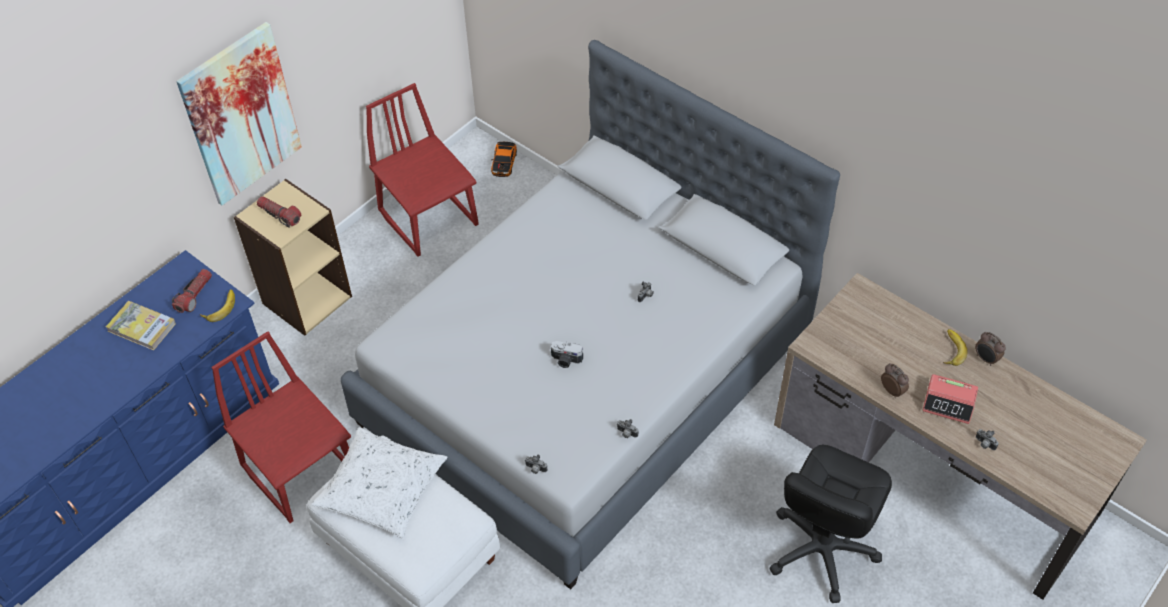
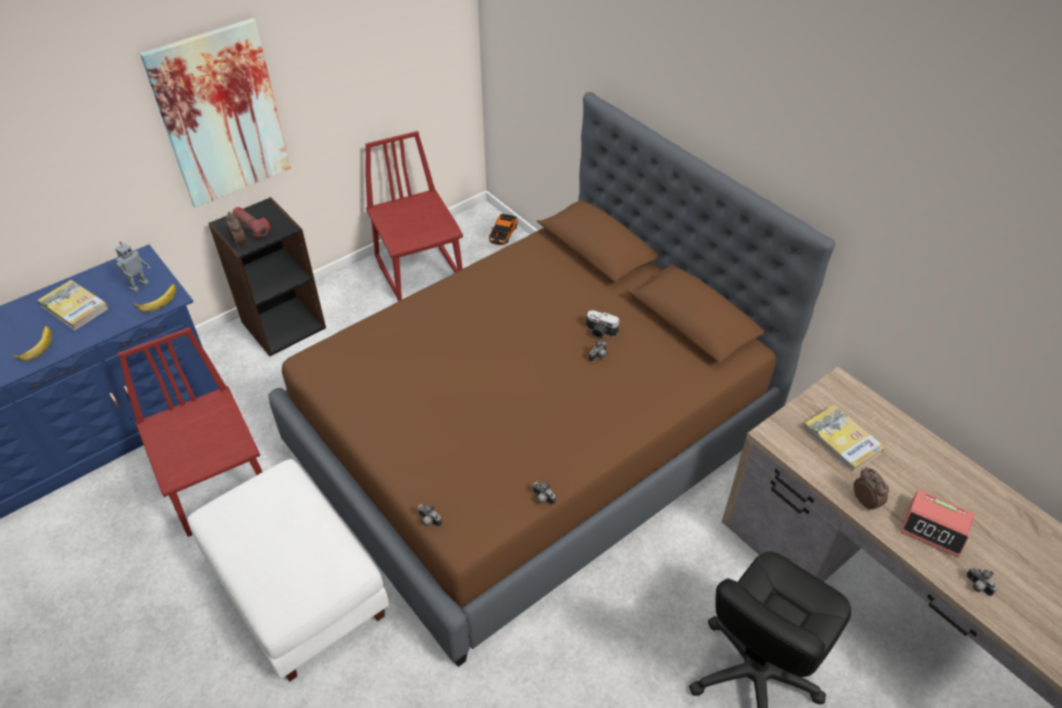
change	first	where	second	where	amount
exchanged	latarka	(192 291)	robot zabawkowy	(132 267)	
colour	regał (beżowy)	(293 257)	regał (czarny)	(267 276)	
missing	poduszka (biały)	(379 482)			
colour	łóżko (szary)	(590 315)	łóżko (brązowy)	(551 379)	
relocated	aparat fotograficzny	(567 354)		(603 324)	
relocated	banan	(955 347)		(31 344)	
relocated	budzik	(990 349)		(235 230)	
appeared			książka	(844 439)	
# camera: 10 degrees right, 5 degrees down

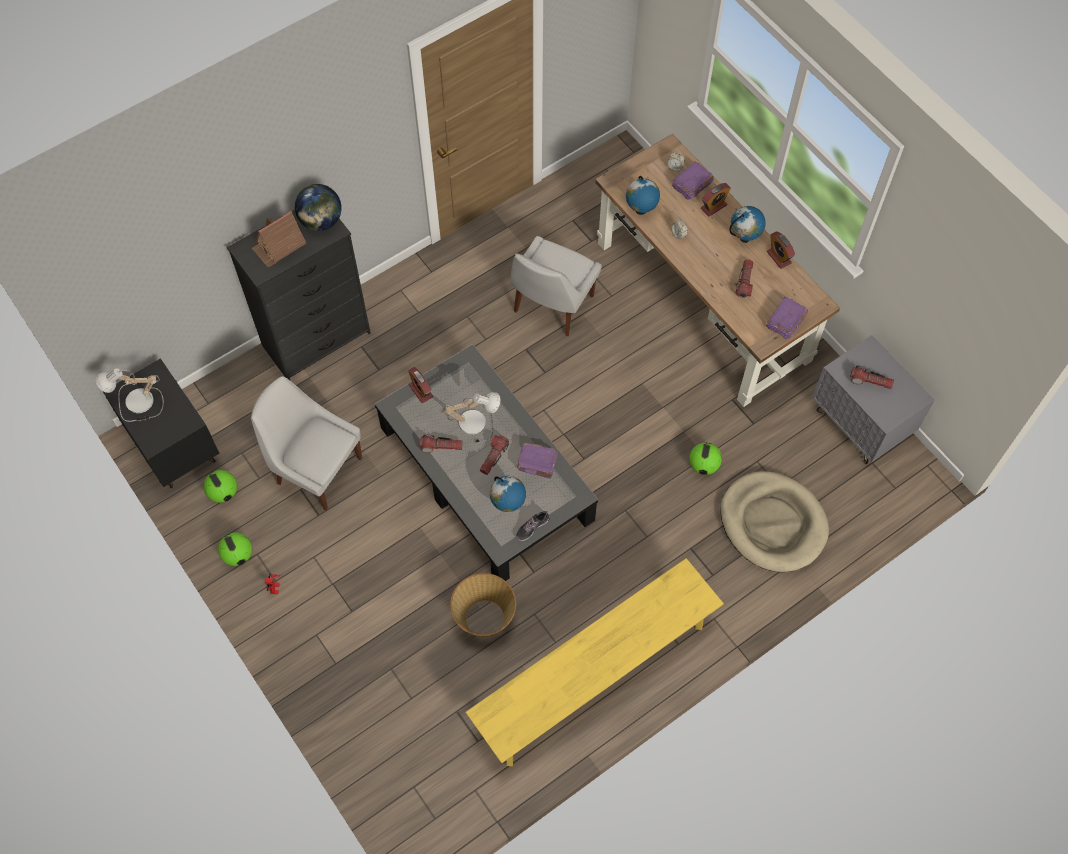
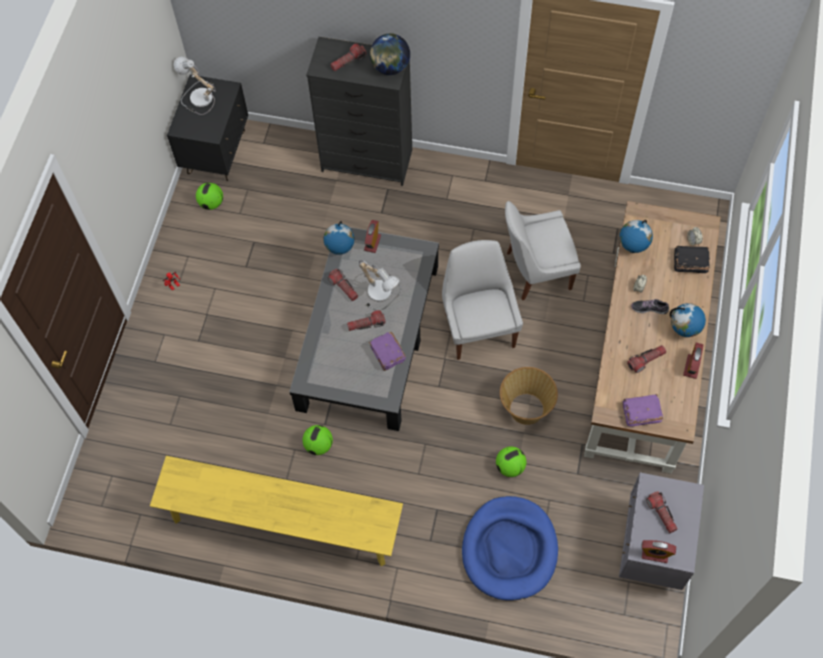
change	first	where	second	where	amount
relocated	piłka futbolowa	(235 549)		(317 440)	
relocated	krzesło (biały)	(306 443)		(482 300)	
exchanged	domek	(279 239)	latarka	(348 57)	
relocated	koszyk	(483 605)		(529 396)	
relocated	globus	(508 494)		(338 238)	
relocated	but	(533 525)		(650 306)	
colour	książka (fioletowy)	(693 180)	książka (czarny)	(691 259)	
relocated	budzik	(716 200)		(658 551)	
colour	legowisko (beżowy)	(774 521)	legowisko (niebieski)	(510 548)	
# camera: 50 degrees right, 0 degrees up

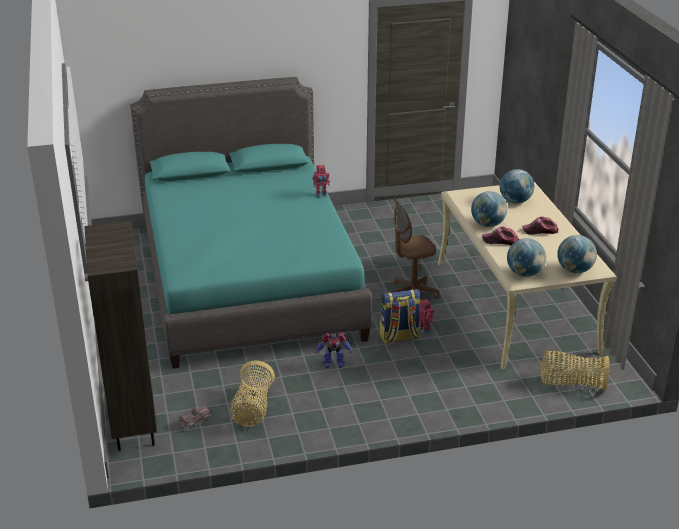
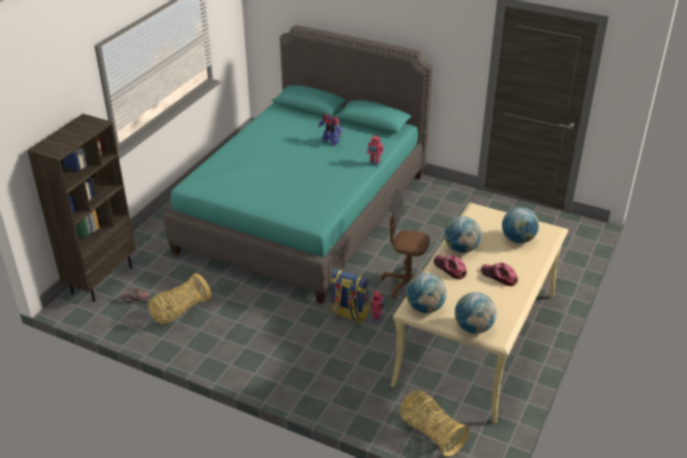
change	first	where	second	where	amount
relocated	robot zabawkowy	(333 350)		(330 130)	
# camera: 40 degrees right, 5 degrees up

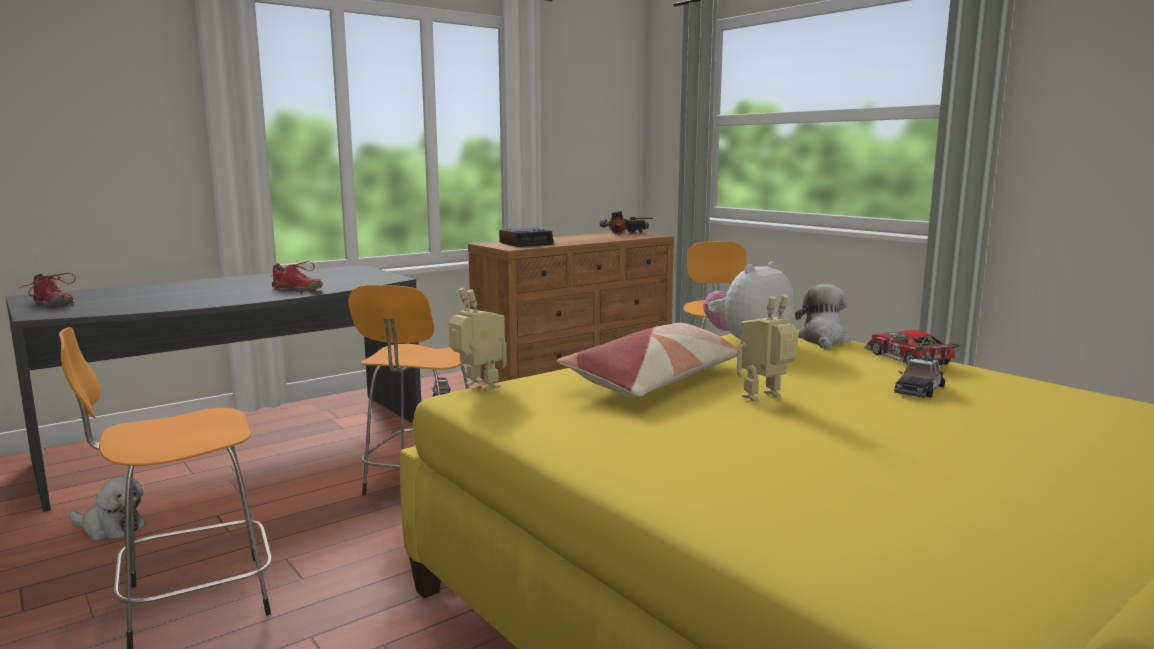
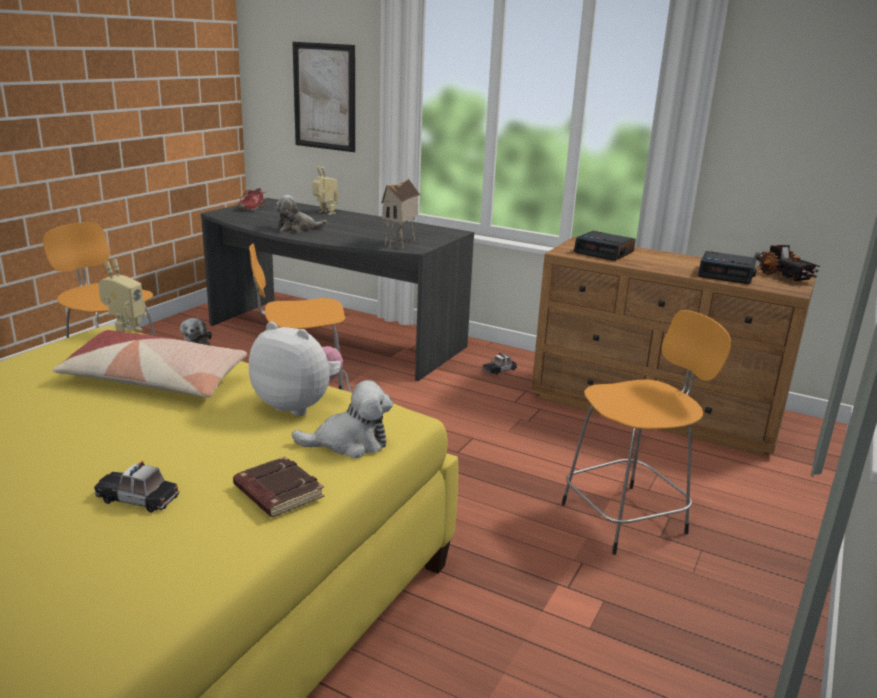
change	first	where	second	where	amount
missing	but (czerwony)	(296 276)			
relocated	robot zabawkowy	(767 348)		(325 190)	
exchanged	samochodzik	(911 347)	książka (brązowy)	(278 486)	
appeared			pluszak	(300 213)	
appeared			obraz	(324 97)	
appeared			domek	(400 213)	
appeared			budzik	(727 267)	
# camera: 65 degrees right, 10 degrees up

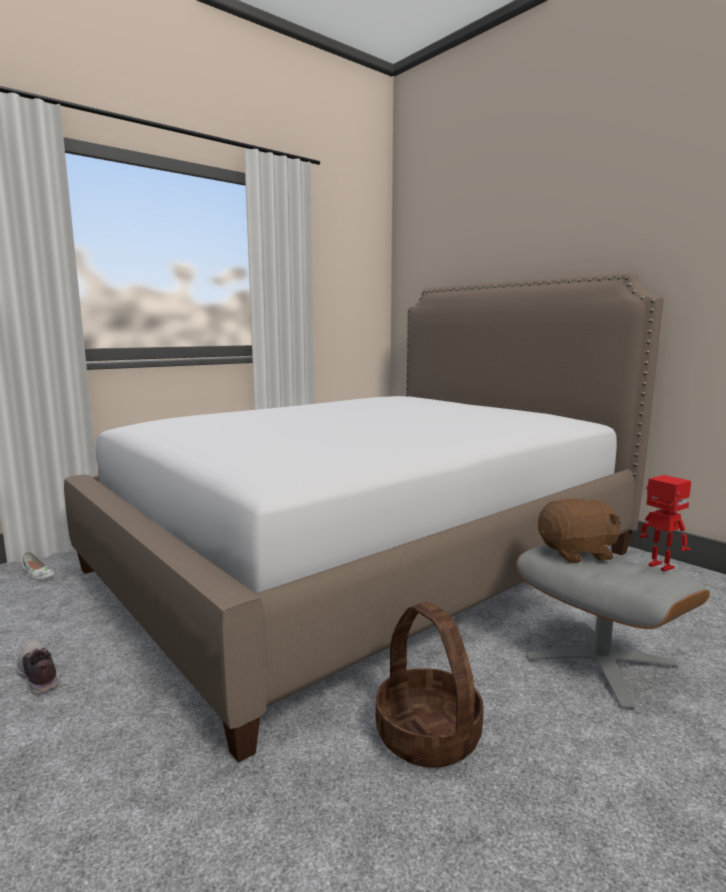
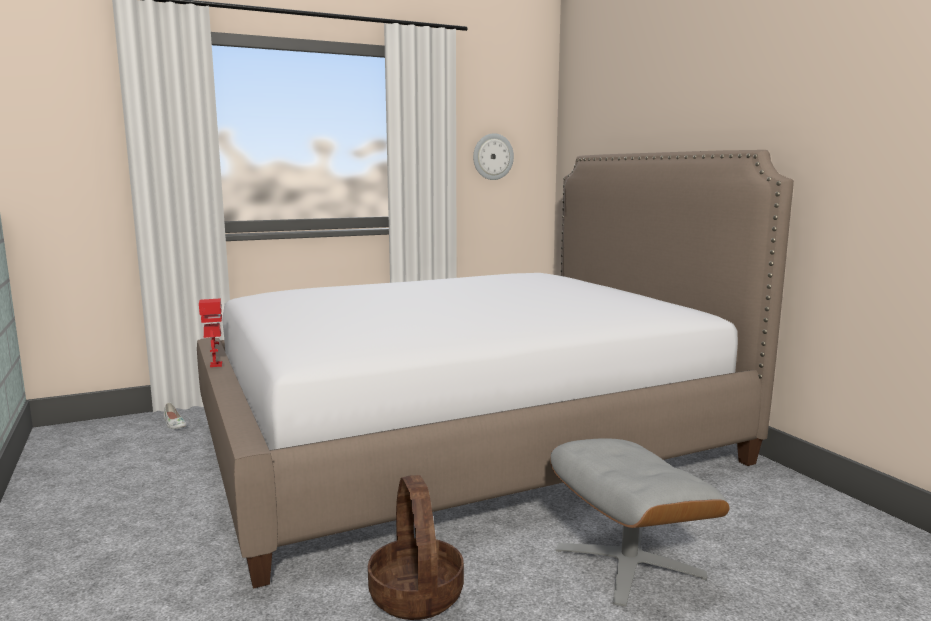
change	first	where	second	where	amount
missing	but	(37 667)			
missing	pluszak (brązowy)	(579 531)			
relocated	robot zabawkowy	(665 523)		(210 332)	
appeared			zegar ścienny	(493 156)	
# camera: 15 degrees right, 0 degrees up

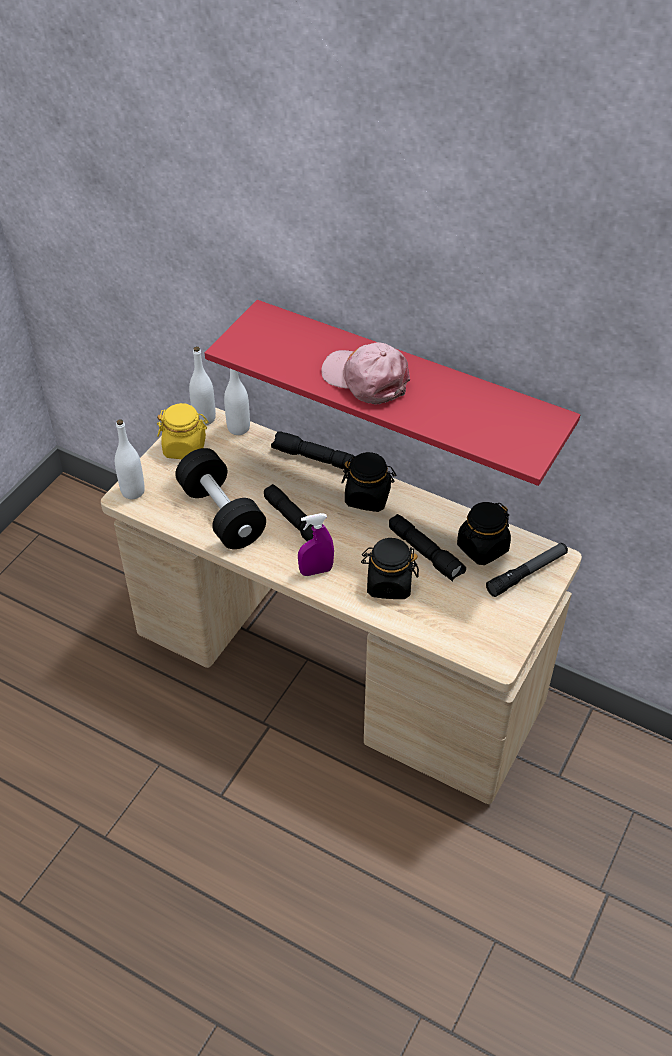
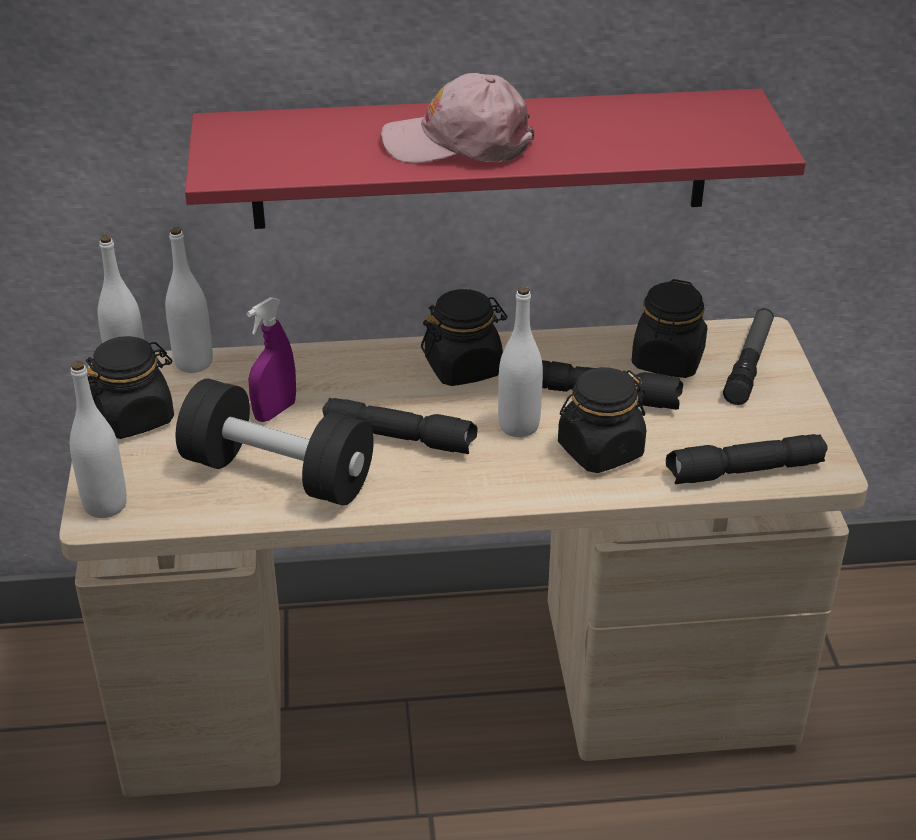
change	first	where	second	where	amount
colour	słoik (żółty)	(182 431)	słoik (czarny)	(130 387)	
relocated	latarka (czarny)	(313 450)		(747 459)	
relocated	spryskiwacz (fioletowy)	(316 544)		(271 359)	
appeared			butelka (biały)	(520 361)	
# camera: 35 degrees left, 10 degrees down

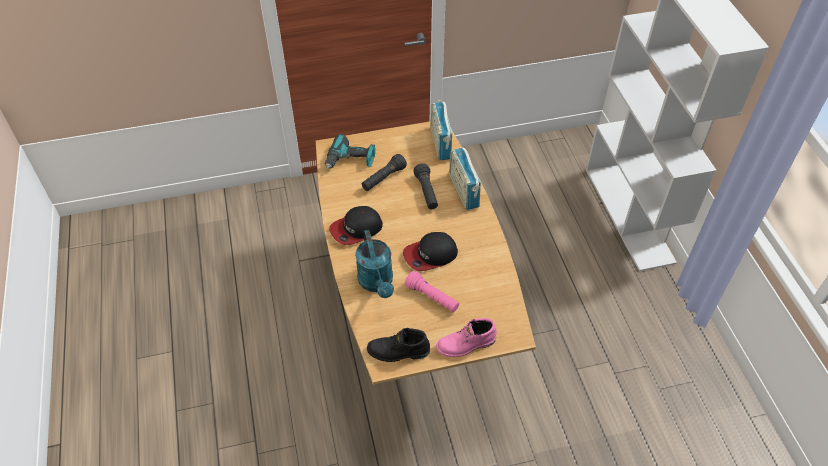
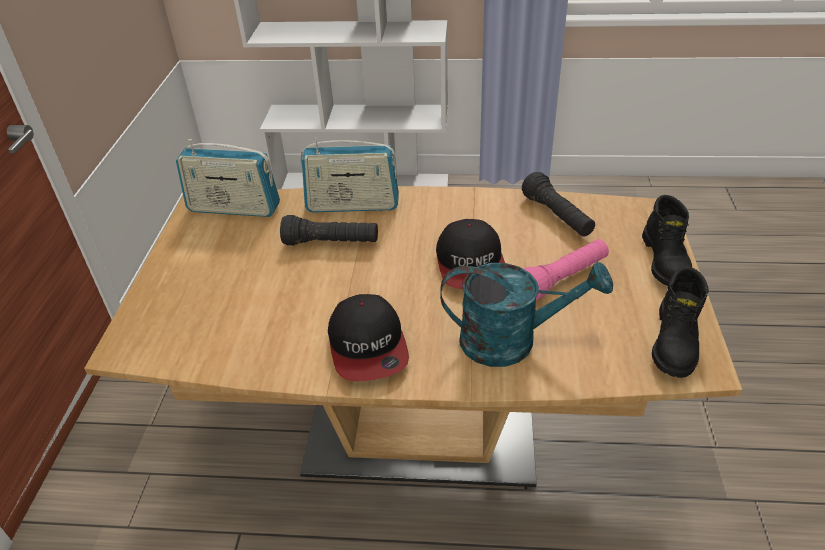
change	first	where	second	where	amount
missing	wiertarka	(350 152)			
relocated	latarka (czarny)	(384 172)		(558 204)	
colour	but z cholewką (różowy)	(466 337)	but z cholewką (czarny)	(667 240)	
# camera: 70 degrees left, 10 degrees down

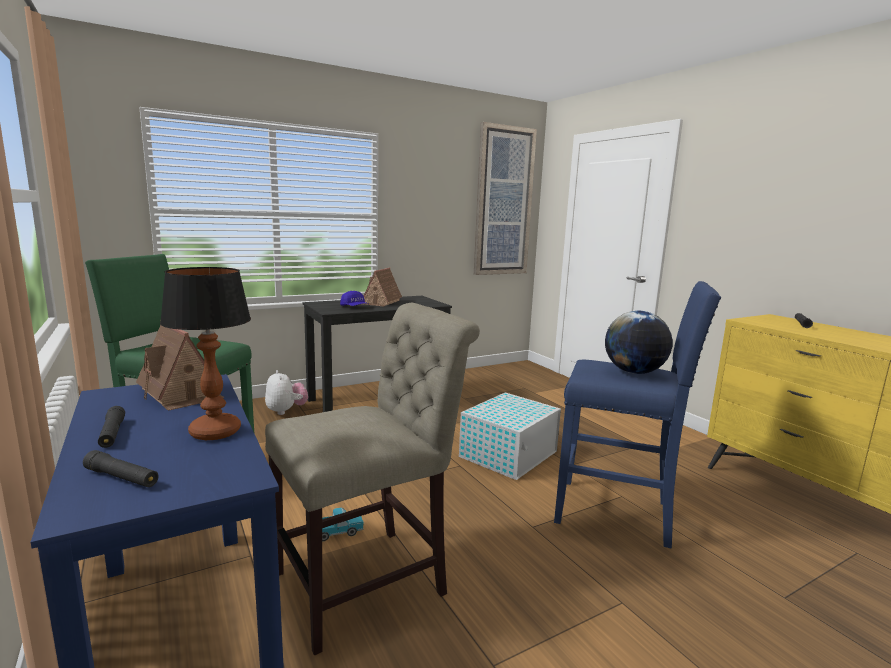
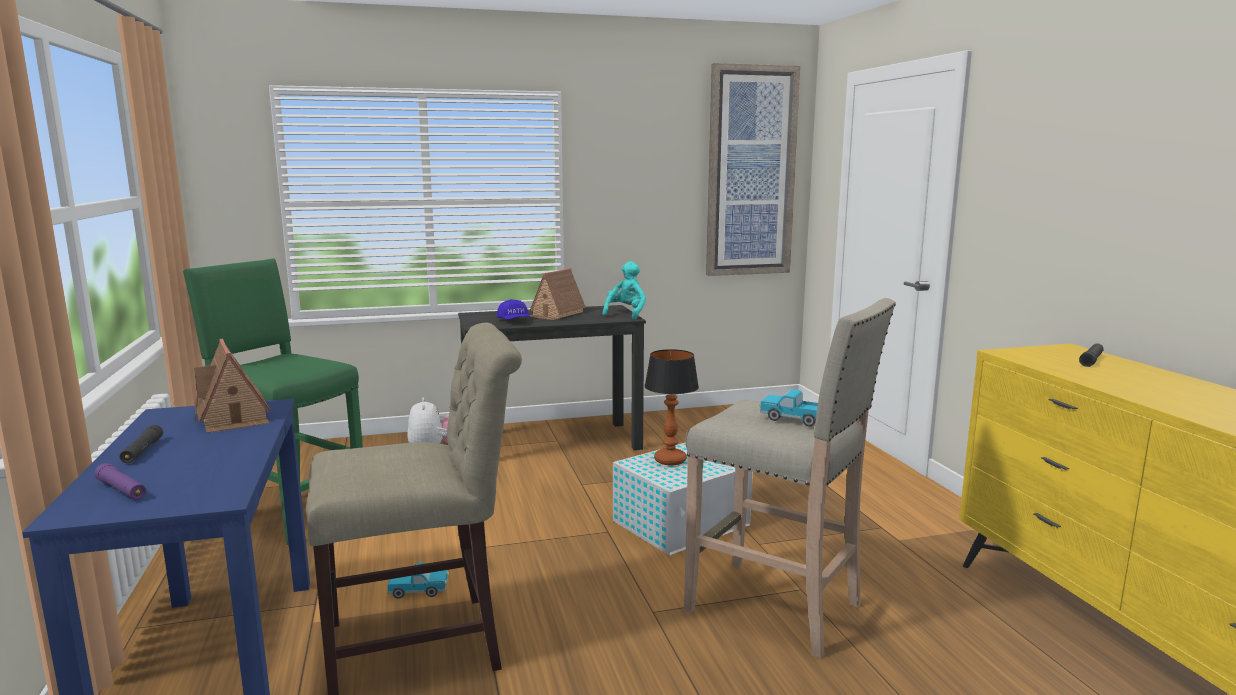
change	first	where	second	where	amount
colour	latarka (czarny)	(121 468)	latarka (fioletowy)	(120 481)	
relocated	lampa stołowa	(205 353)		(672 407)	
colour	stołek (niebieski)	(637 415)	stołek (beżowy)	(790 478)	
exchanged	globus	(639 342)	ciężarówka zabawkowa	(788 408)	
appeared			pluszak (turkusowy)	(624 290)	
# camera: 15 degrees right, 0 degrees up

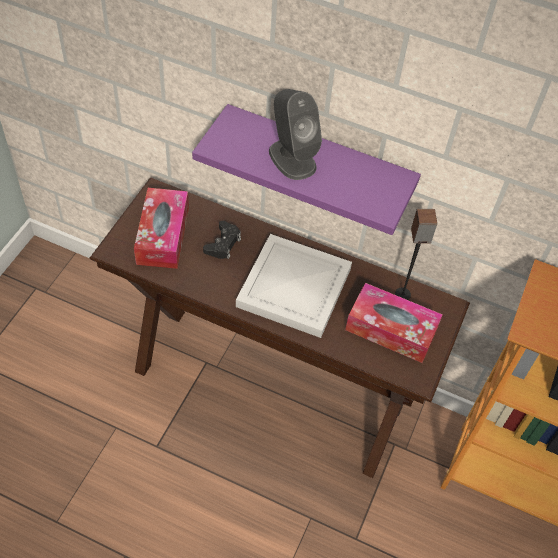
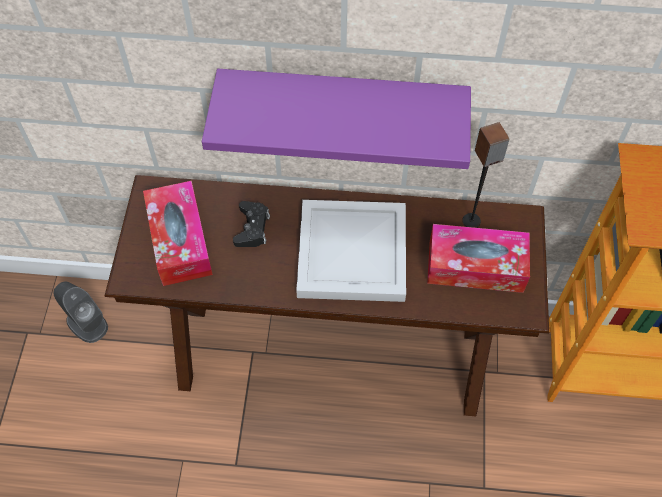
change	first	where	second	where	amount
relocated	głośnik (szary)	(295 134)		(80 312)	
# camera: 15 degrees left, 5 degrees up

